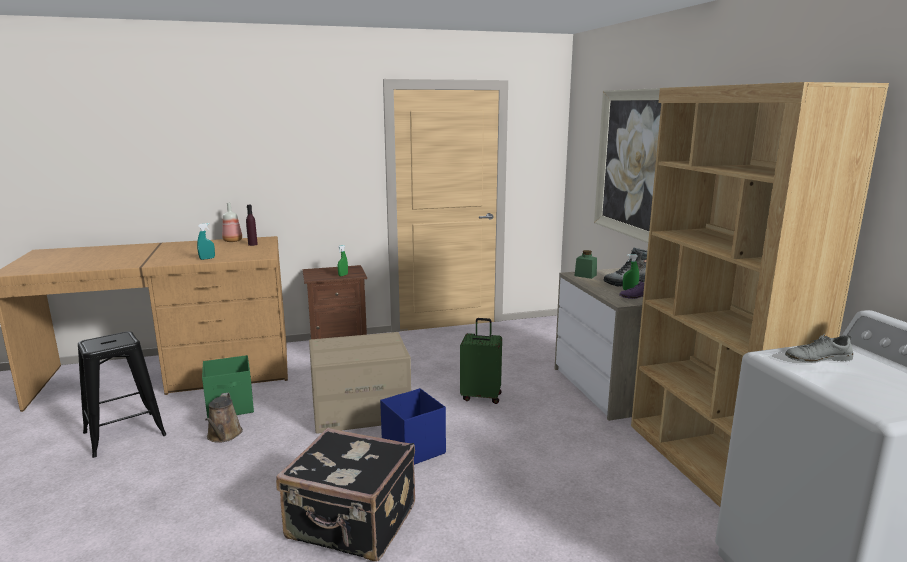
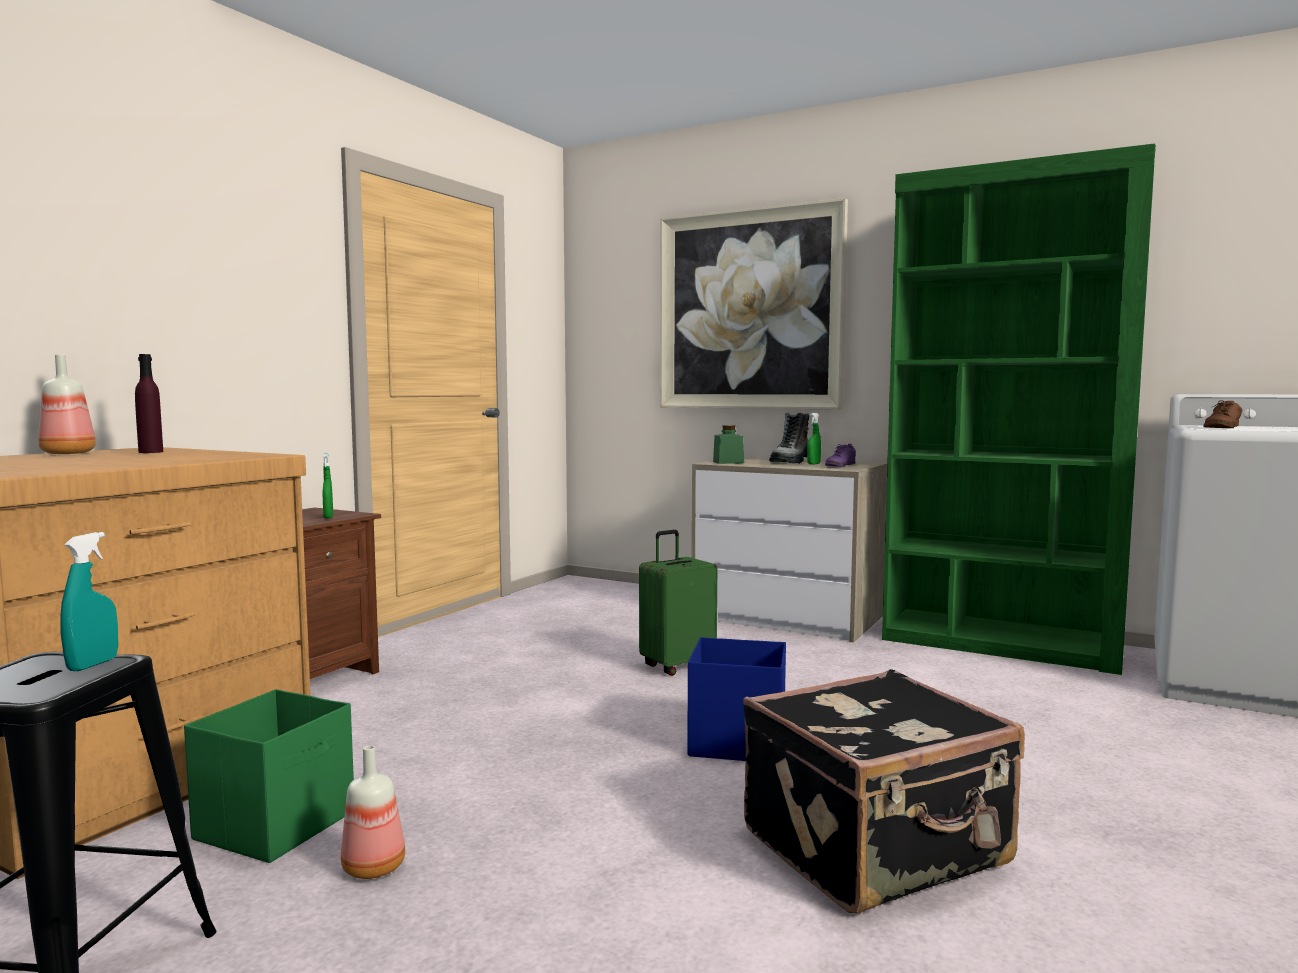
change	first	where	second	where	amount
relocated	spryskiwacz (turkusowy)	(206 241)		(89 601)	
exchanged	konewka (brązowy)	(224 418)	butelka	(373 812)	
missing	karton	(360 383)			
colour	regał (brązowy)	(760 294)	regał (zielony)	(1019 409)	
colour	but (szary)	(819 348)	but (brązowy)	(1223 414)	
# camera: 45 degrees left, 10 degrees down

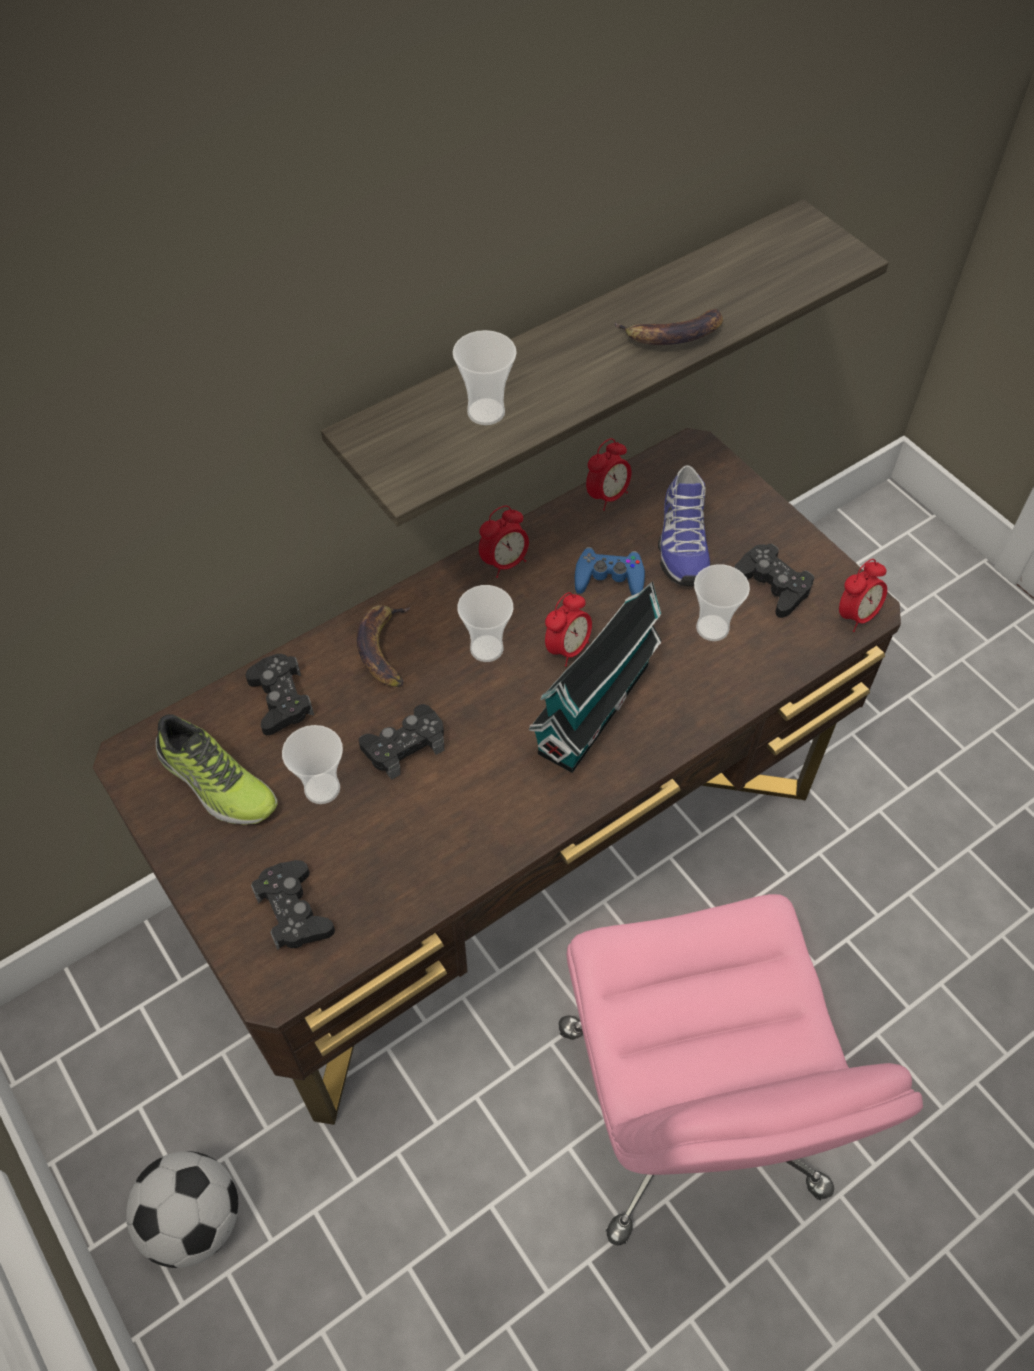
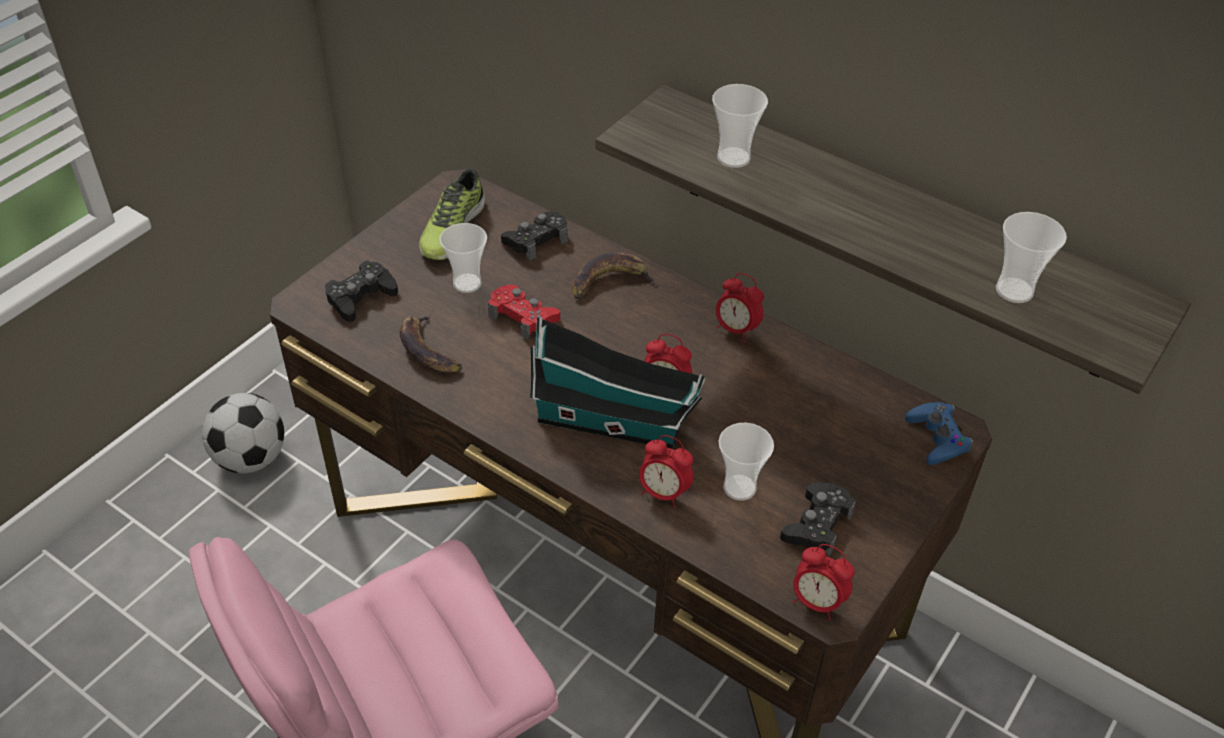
change	first	where	second	where	amount
colour	pad do gier (czarny)	(401 742)	pad do gier (czerwony)	(524 312)	
relocated	filiżanka	(485 623)		(1031 257)	
relocated	pad do gier (niebieski)	(610 571)		(939 433)	
relocated	budzik	(609 474)		(666 471)	
relocated	banan	(668 327)		(431 343)	
missing	but	(684 525)			
# camera: 70 degrees right, 10 degrees down

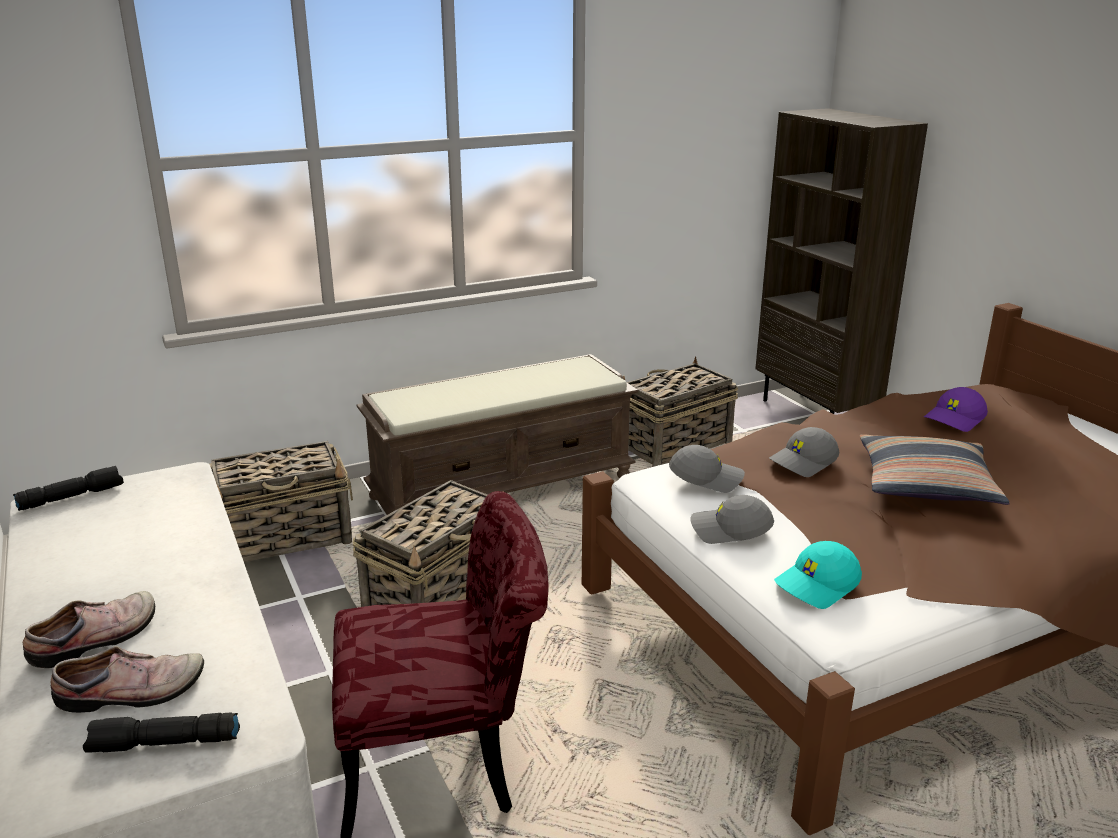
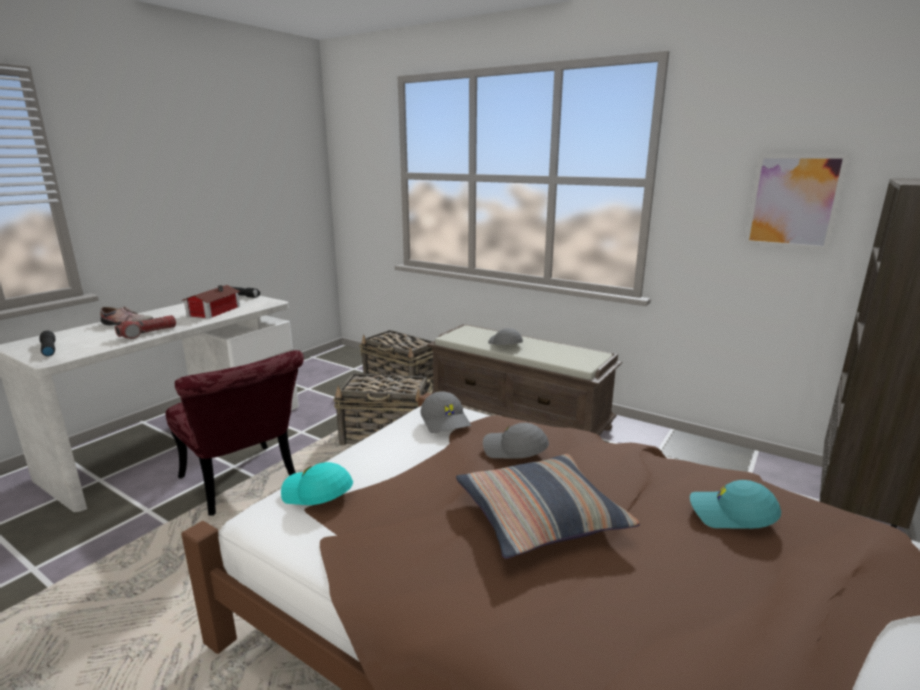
change	first	where	second	where	amount
missing	but	(127 679)			
missing	koszyk	(680 411)			
relocated	czapka z daszkiem (szary)	(732 519)		(505 336)	
colour	czapka z daszkiem (fioletowy)	(956 409)	czapka z daszkiem (turkusowy)	(735 504)	
appeared			latarka	(145 327)	
appeared			domek	(210 302)	
appeared			obraz	(796 202)	
# camera: 60 degrees right, 5 degrees down

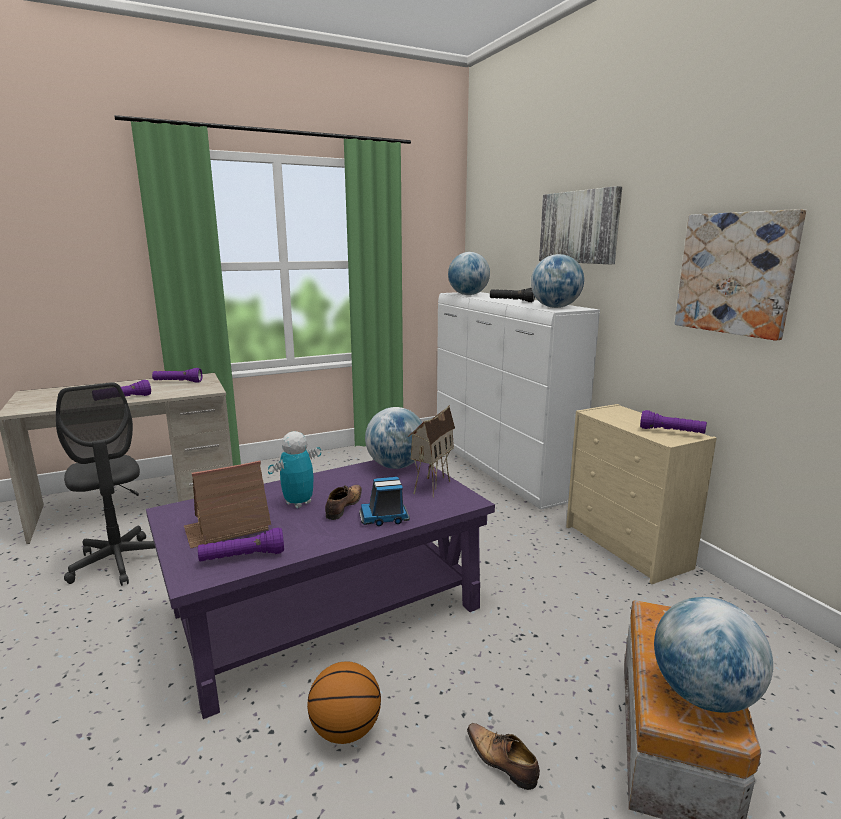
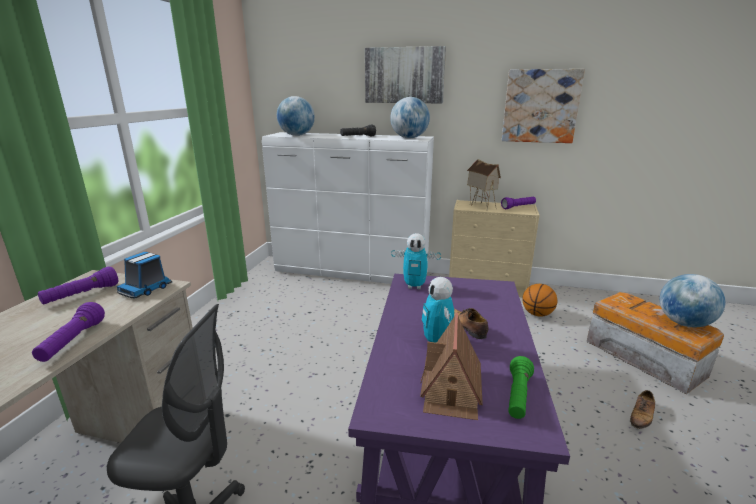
change	first	where	second	where	amount
colour	latarka (fioletowy)	(241 545)	latarka (zielony)	(521 387)	
relocated	piłka do koszykówki	(344 702)		(539 300)	
relocated	ciężarówka zabawkowa	(384 501)		(144 275)	
exchanged	globus	(393 438)	robot zabawkowy	(416 261)	
relocated	domek	(431 451)		(484 185)	
spun	but	(503 756)		(642 409)	45 degrees counterclockwise
# camera: 50 degrees left, 5 degrees up

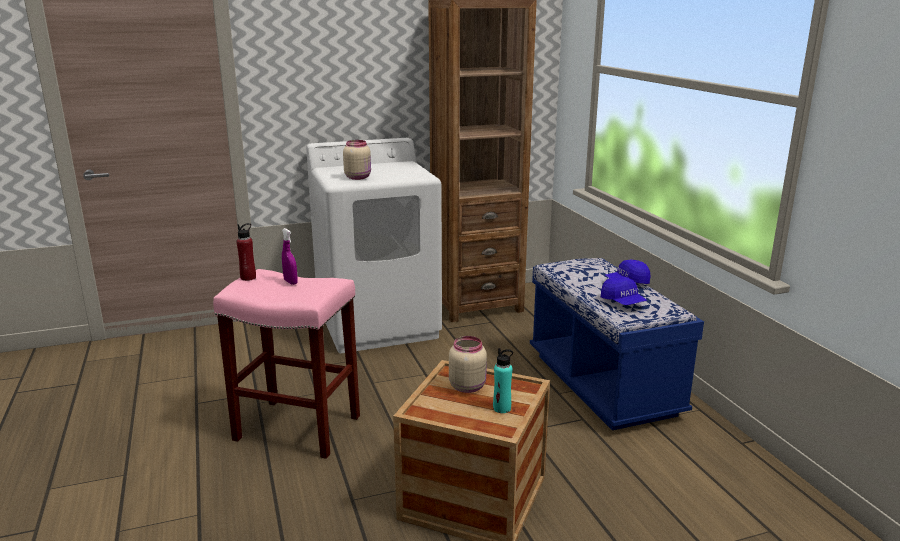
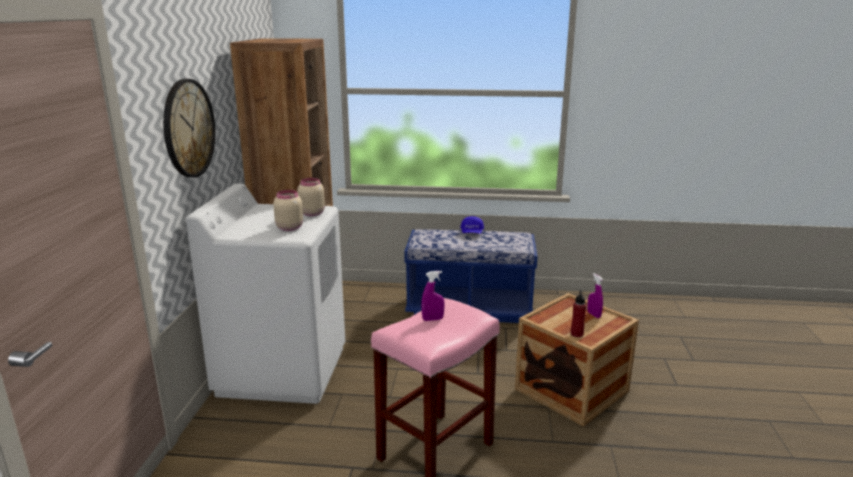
change	first	where	second	where	amount
relocated	butelka (czerwony)	(246 252)		(578 313)	
relocated	słoik (beżowy)	(468 364)		(311 197)	
exchanged	butelka (turkusowy)	(503 380)	spryskiwacz (fioletowy)	(595 295)	
missing	czapka z daszkiem (niebieski)	(624 290)			
appeared			zegar ścienny	(189 128)	
# camera: 65 degrees left, 0 degrees up

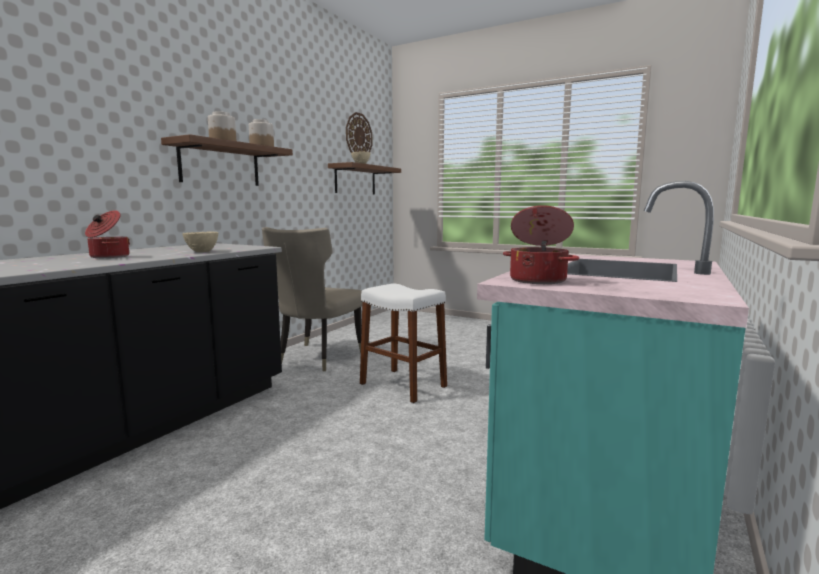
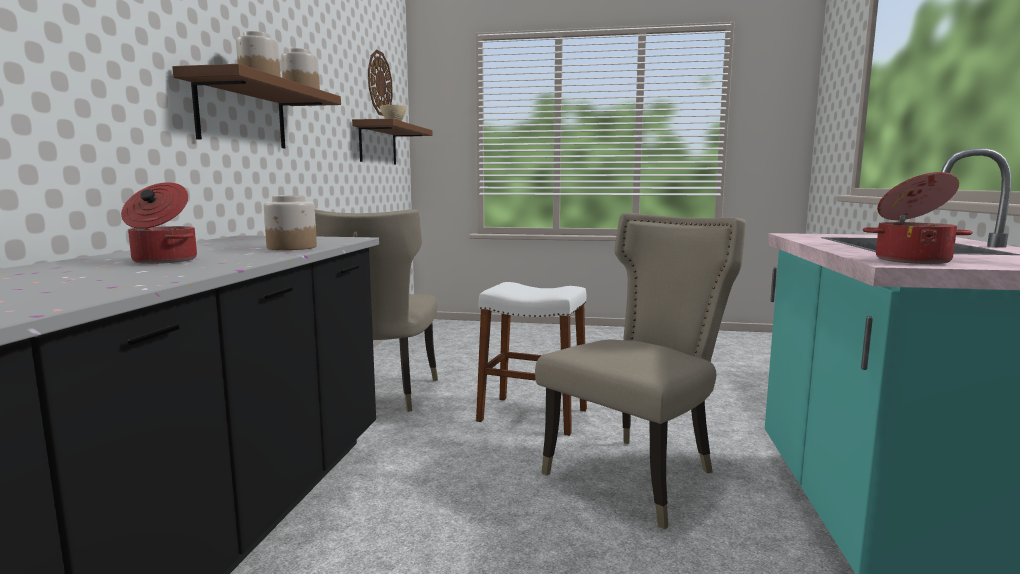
change	first	where	second	where	amount
exchanged	miska (beżowy)	(200 241)	słoik	(290 222)	
appeared			krzesło (beżowy)	(640 371)	
# camera: 20 degrees left, 0 degrees up

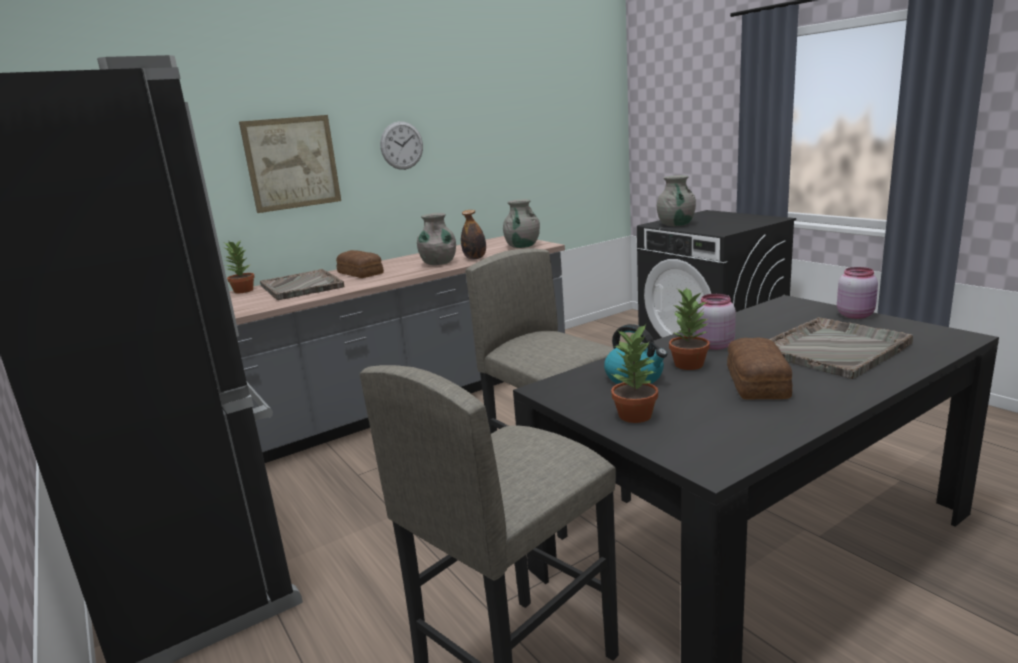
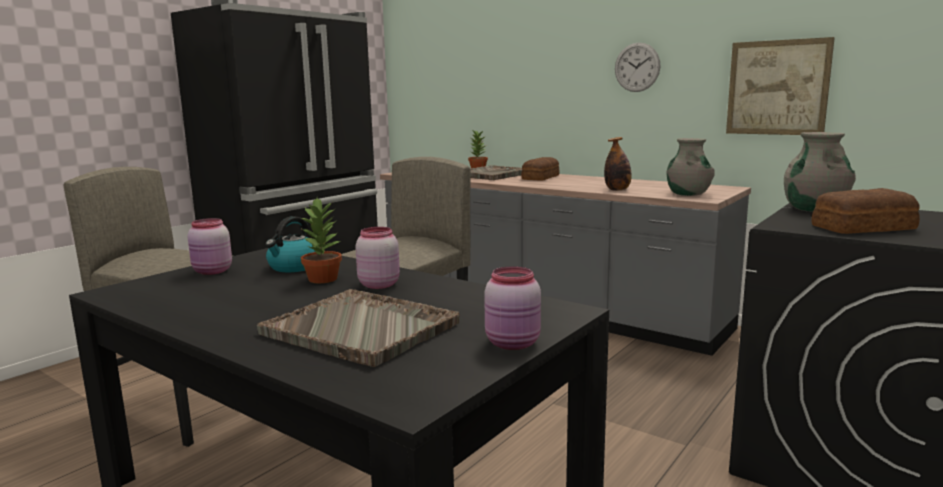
change	first	where	second	where	amount
relocated	obraz	(290 164)		(780 86)	
missing	wazon (szary)	(436 239)			
exchanged	roślina doniczkowa	(634 373)	słoik (różowy)	(210 246)	
relocated	chleb	(759 368)		(865 211)	
# camera: 70 degrees right, 5 degrees down

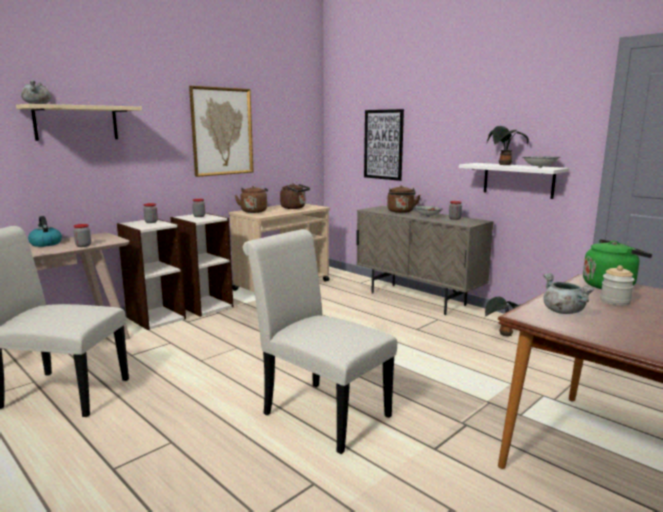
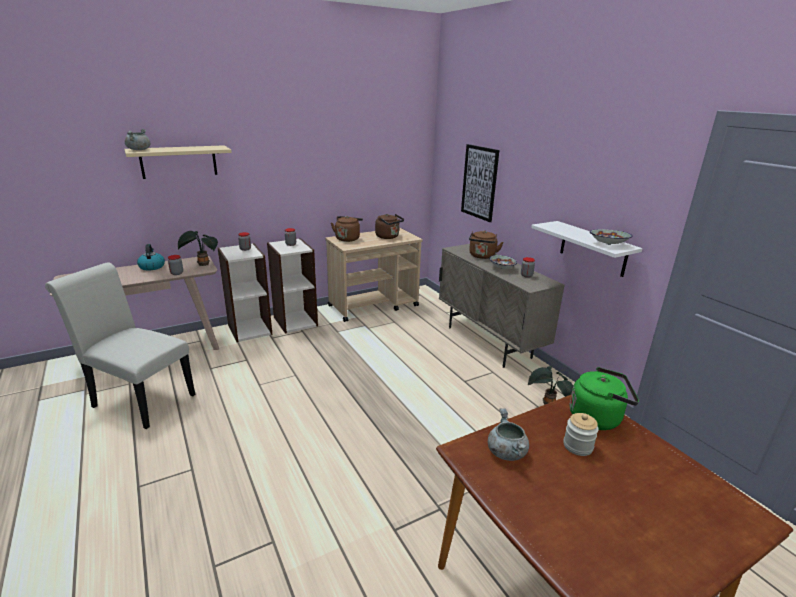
change	first	where	second	where	amount
missing	obraz	(221 131)			
missing	krzesło (biały)	(320 341)			
relocated	roślina doniczkowa	(508 145)		(198 248)	
# camera: 15 degrees right, 10 degrees up

